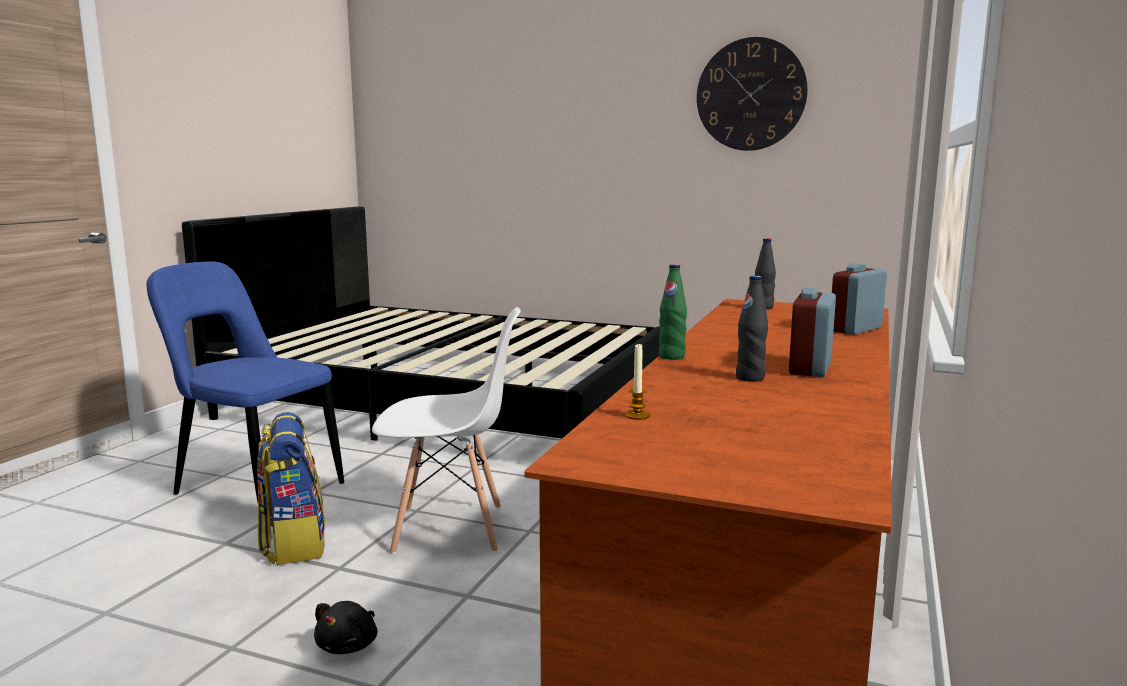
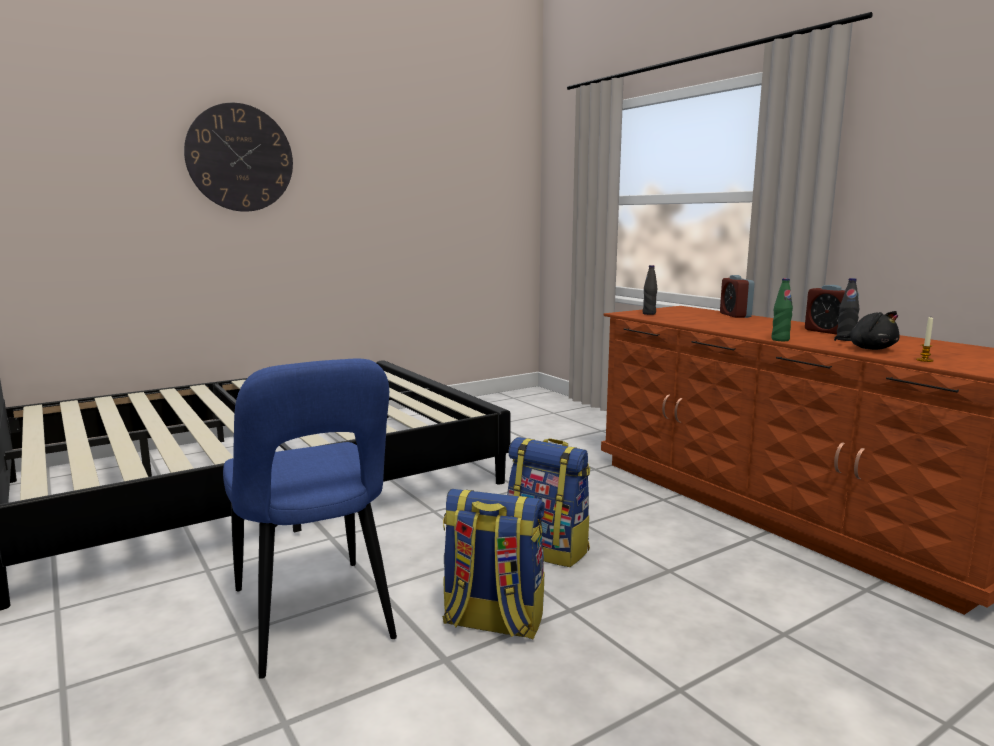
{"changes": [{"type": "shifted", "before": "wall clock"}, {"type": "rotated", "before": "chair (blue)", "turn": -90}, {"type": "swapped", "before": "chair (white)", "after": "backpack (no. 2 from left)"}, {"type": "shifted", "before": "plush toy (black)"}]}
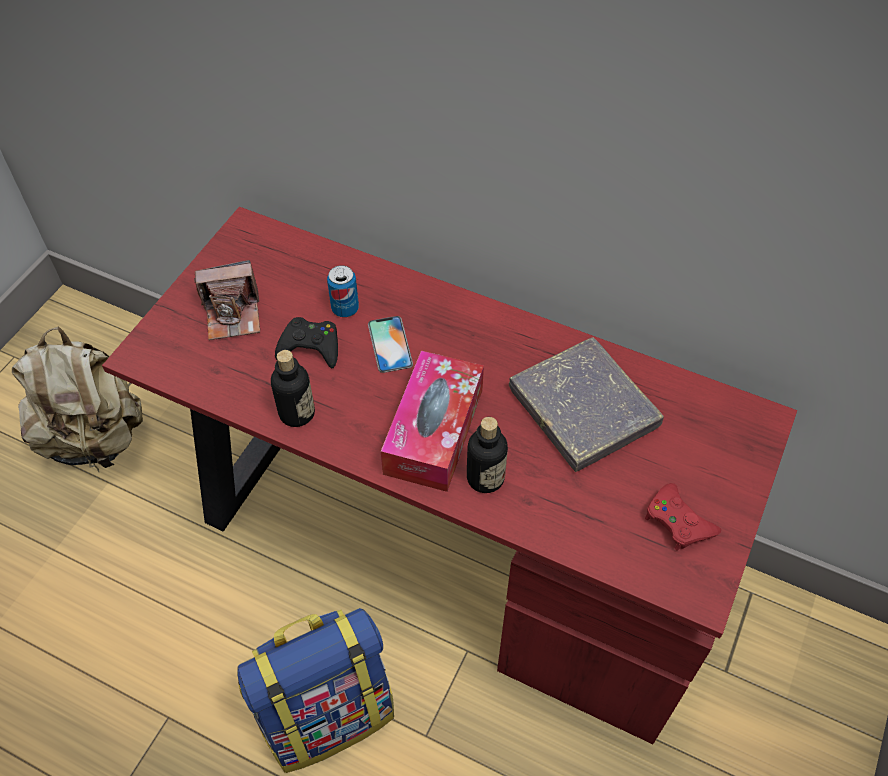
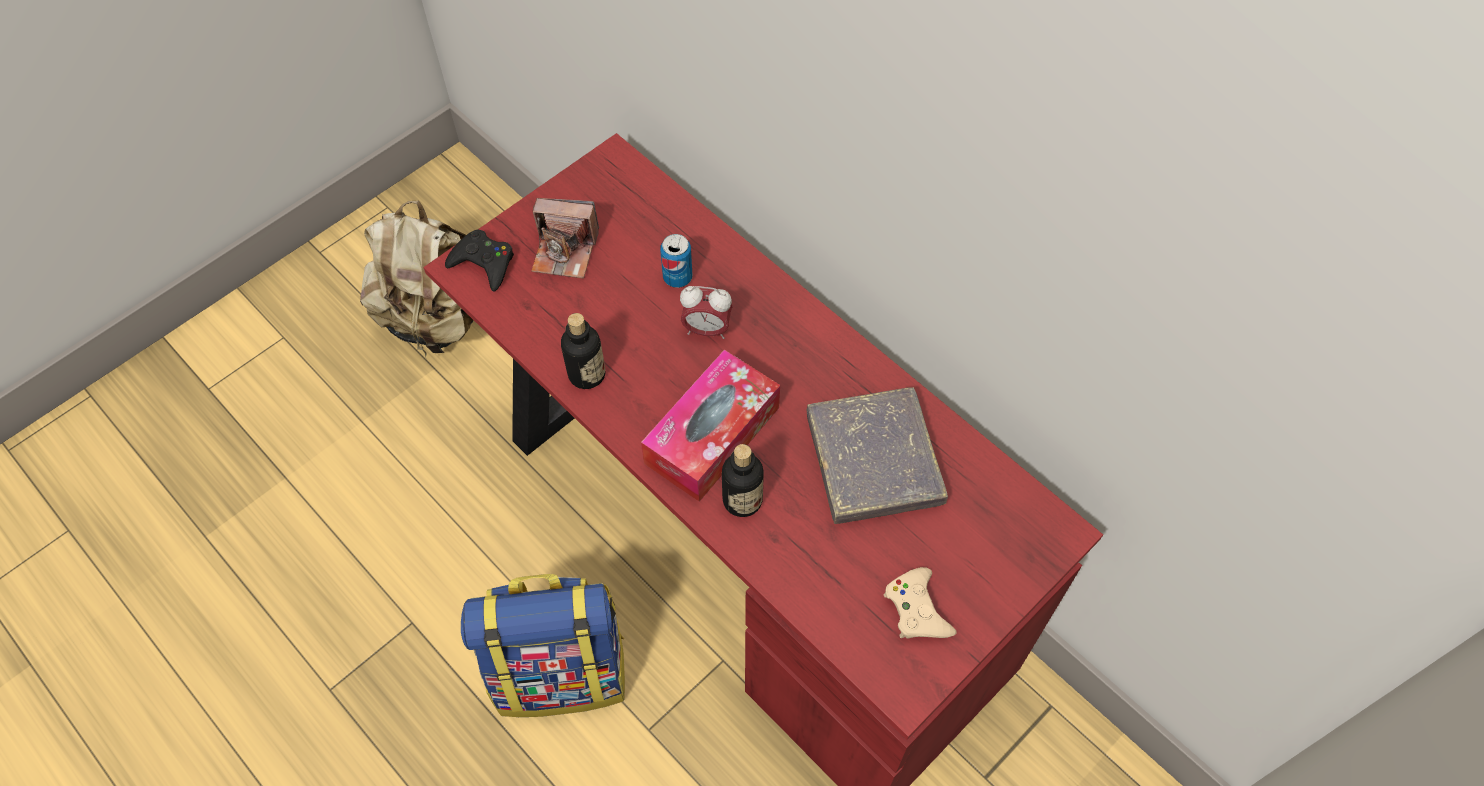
{"changes": [{"type": "swapped", "before": "phone", "after": "alarm clock"}, {"type": "shifted", "before": "game controller (black)"}, {"type": "repainted", "before": "game controller (red)", "after": "game controller (beige)"}]}
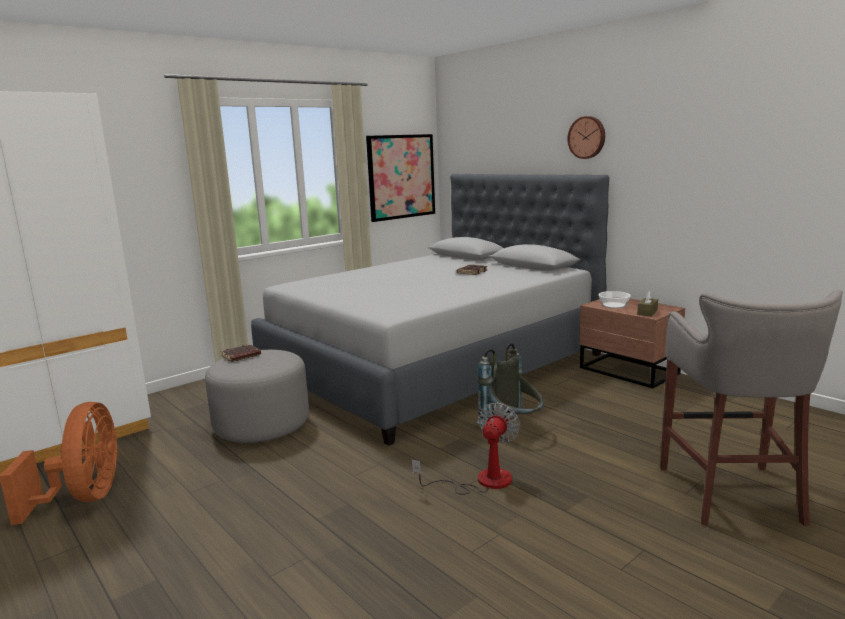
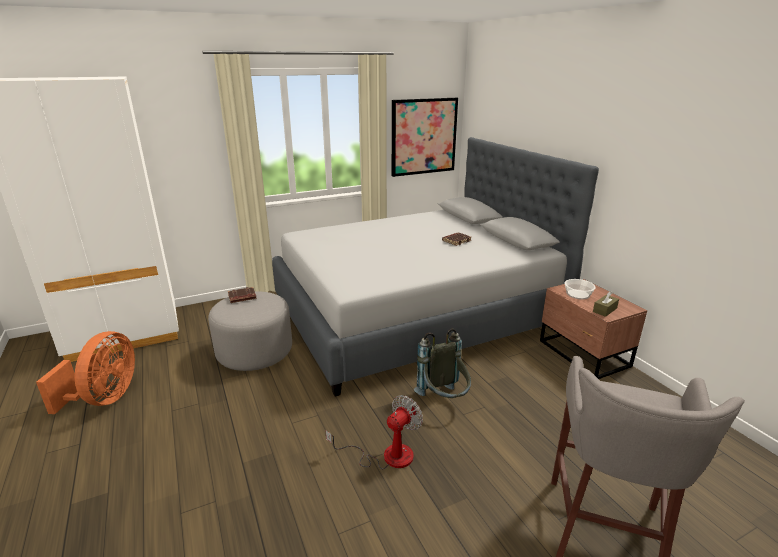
{"changes": [{"type": "gone", "before": "wall clock"}]}
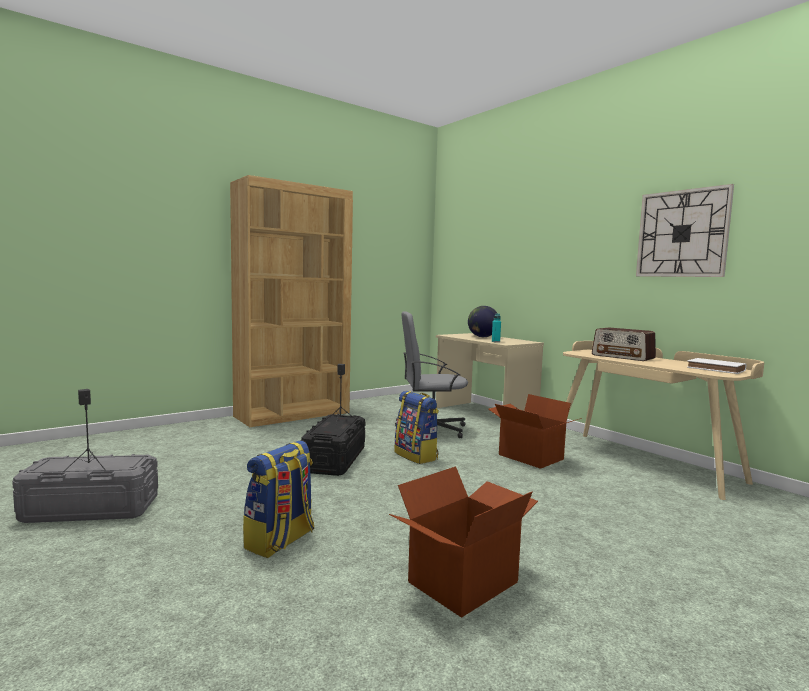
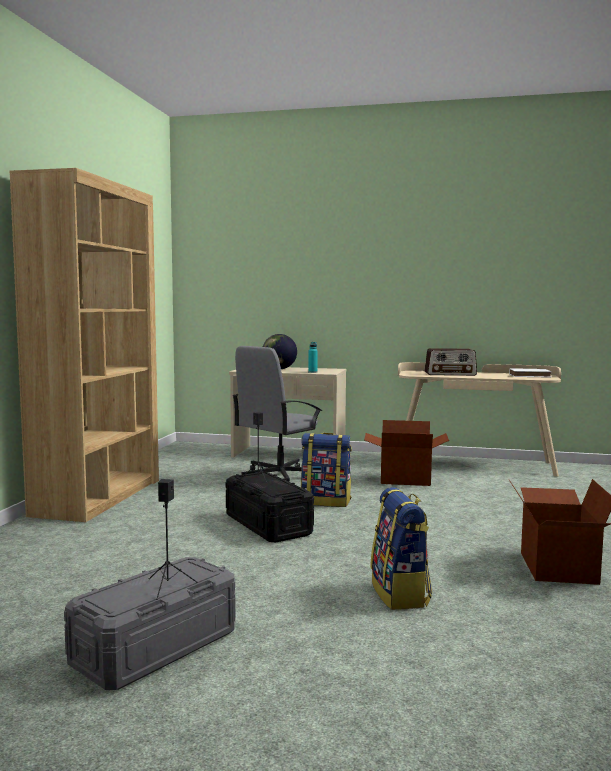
{"changes": [{"type": "gone", "before": "wall clock"}]}
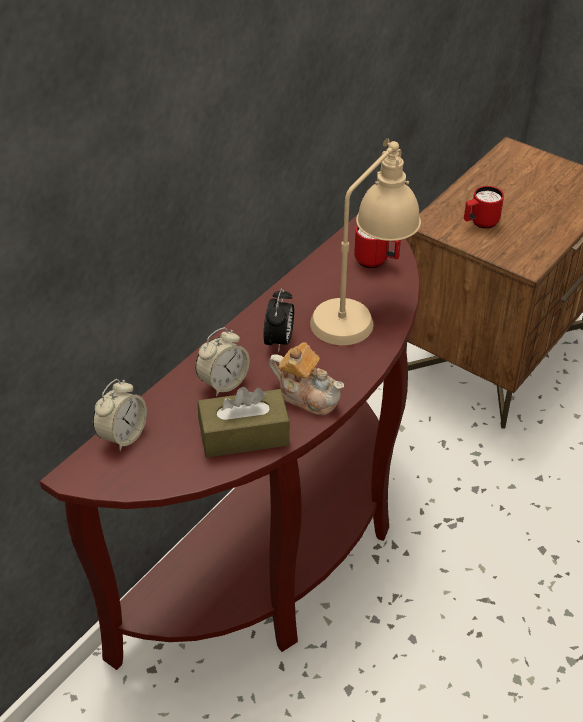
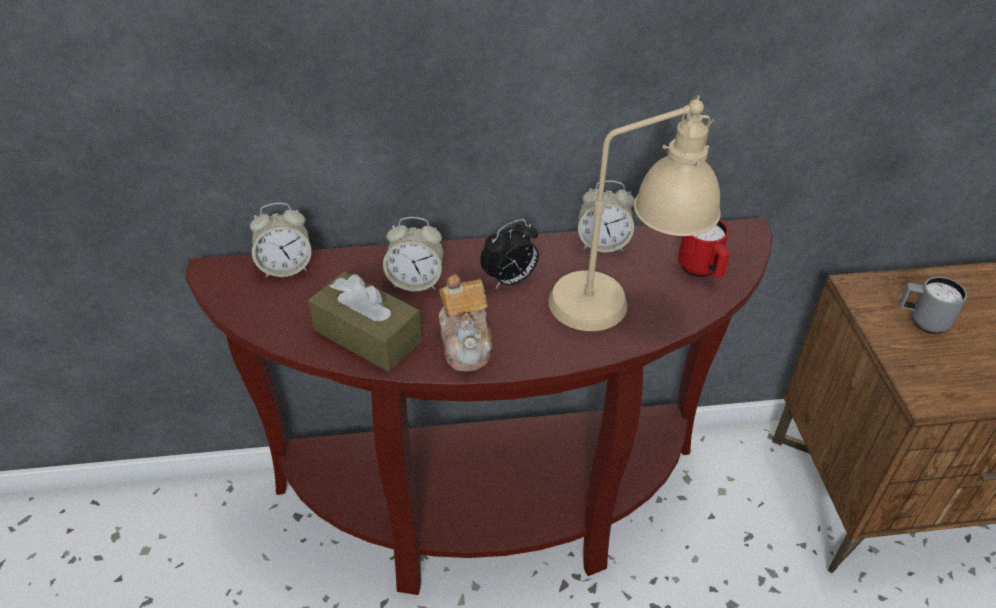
{"changes": [{"type": "repainted", "before": "mug (red) (no. 2 from left)", "after": "mug (grey)"}, {"type": "new", "after": "alarm clock (no. 4 from left)"}]}
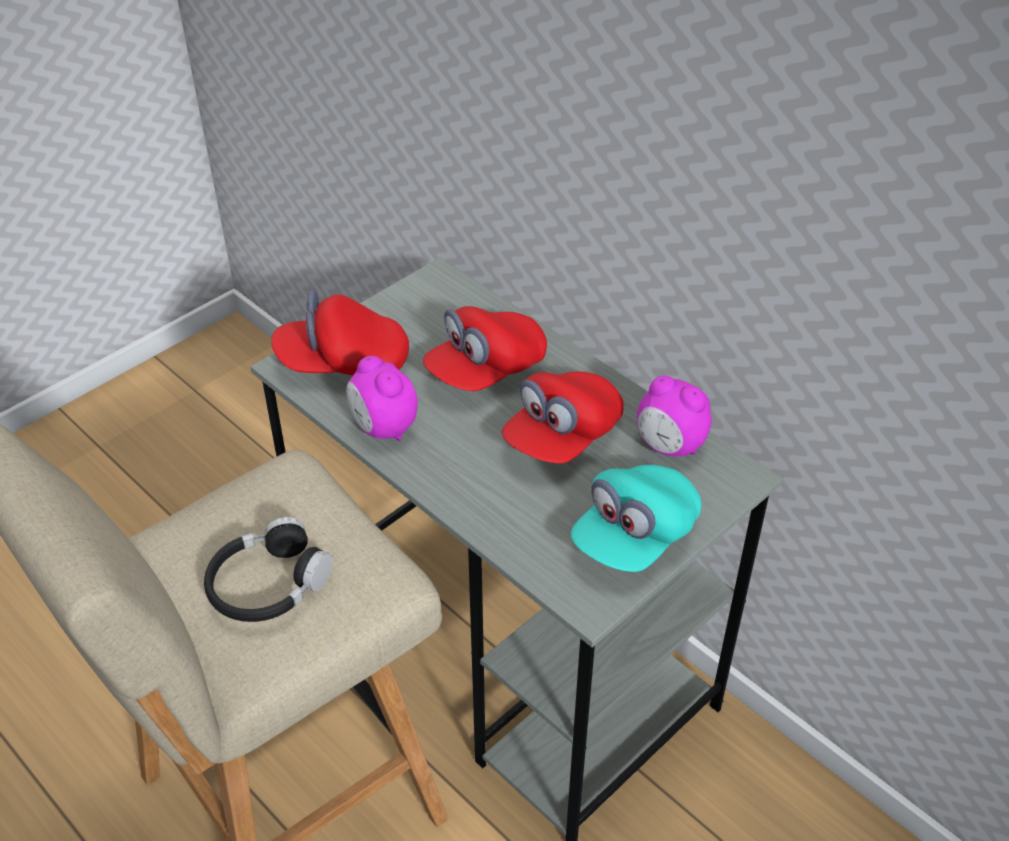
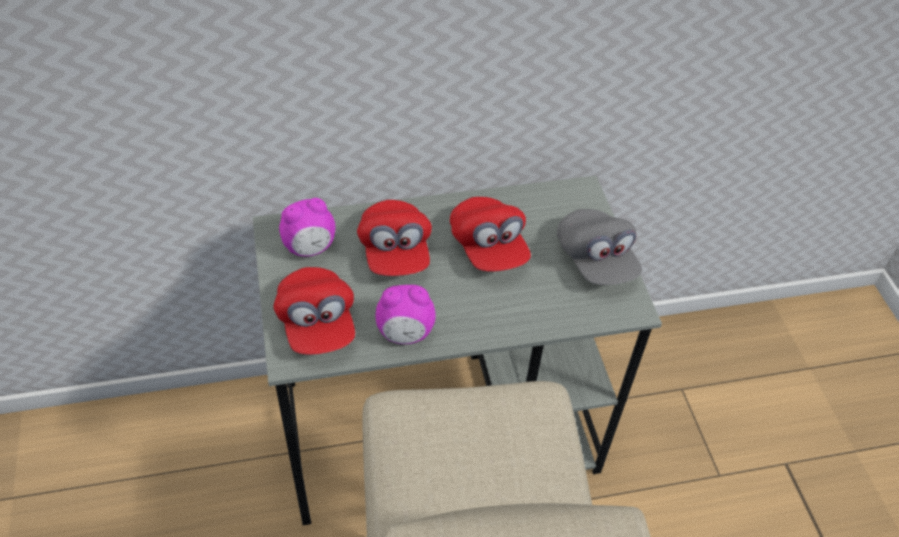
{"changes": [{"type": "rotated", "before": "cap (red) (no. 1 from left)", "turn": -45}, {"type": "shifted", "before": "alarm clock (no. 2 from left in the first image)", "after": "alarm clock (no. 1 from left)"}, {"type": "repainted", "before": "cap (turquoise)", "after": "cap (grey)"}, {"type": "gone", "before": "headphones (black)"}]}
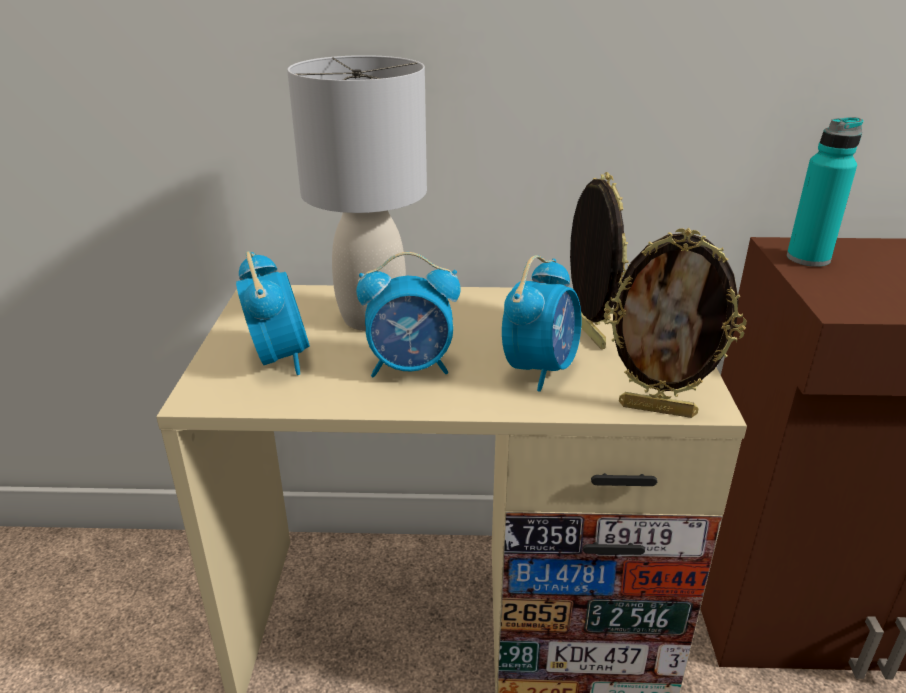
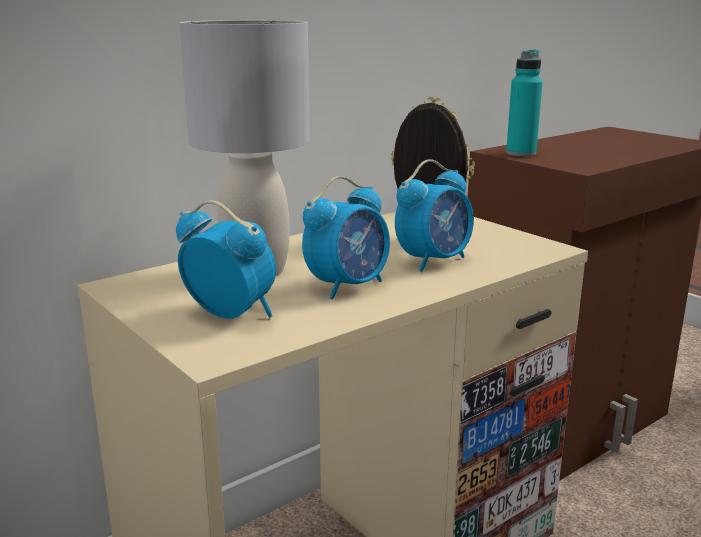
{"changes": [{"type": "gone", "before": "picture frame (no. 2 from left)"}, {"type": "rotated", "before": "alarm clock (no. 3 from left)", "turn": 60}]}
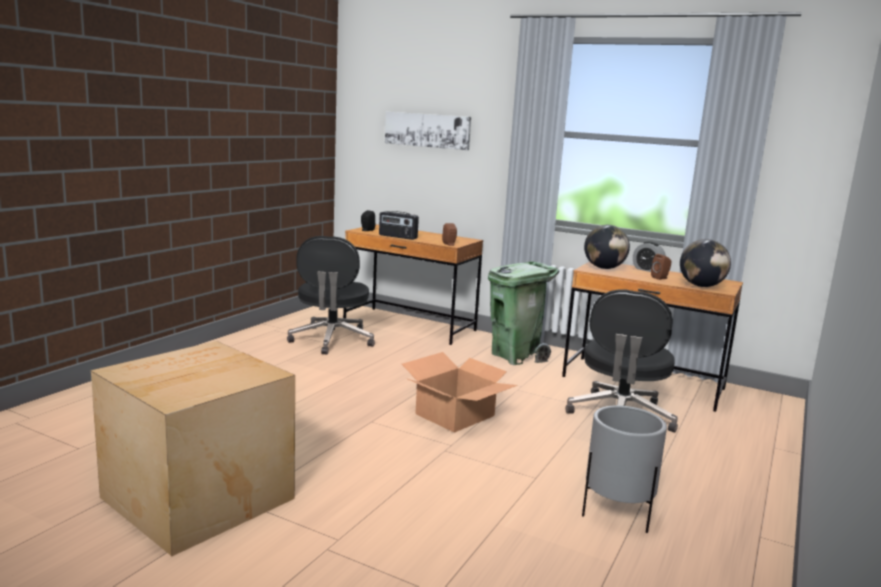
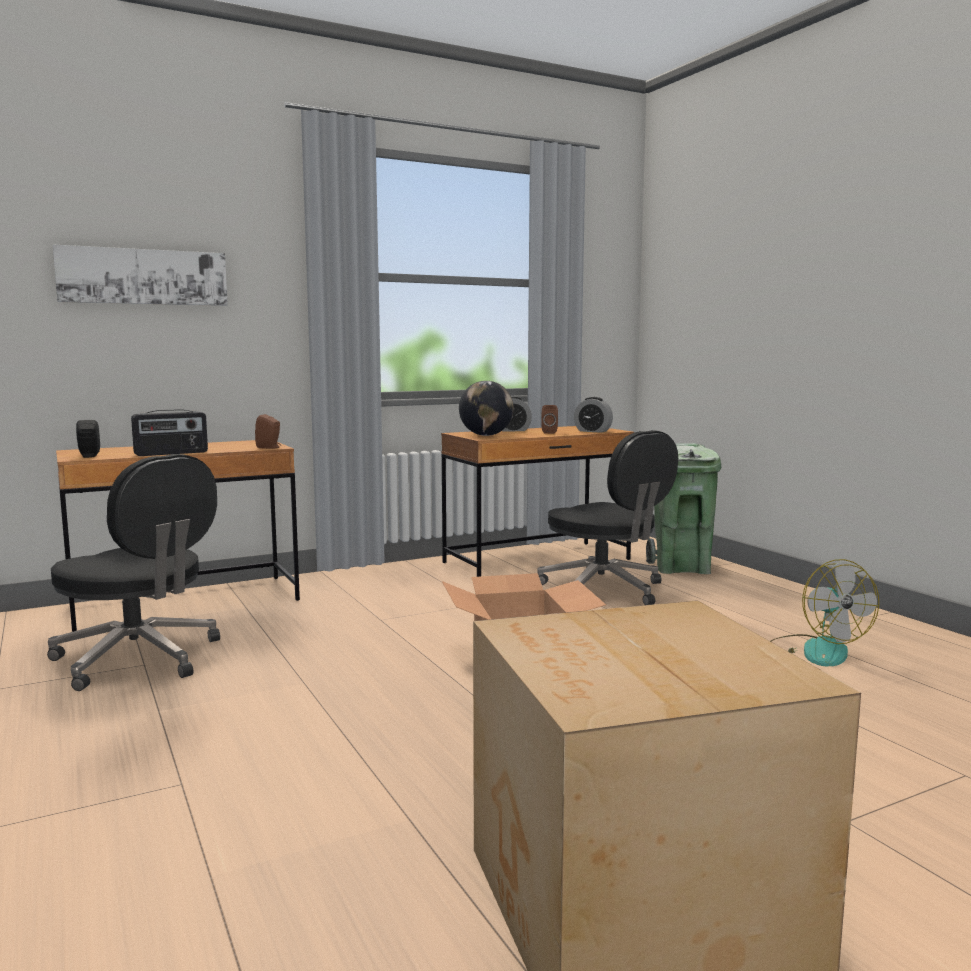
{"changes": [{"type": "swapped", "before": "globe (no. 2 from left)", "after": "alarm clock (no. 2 from left)"}, {"type": "shifted", "before": "trash can (green)"}, {"type": "swapped", "before": "planter (grey)", "after": "fan"}]}
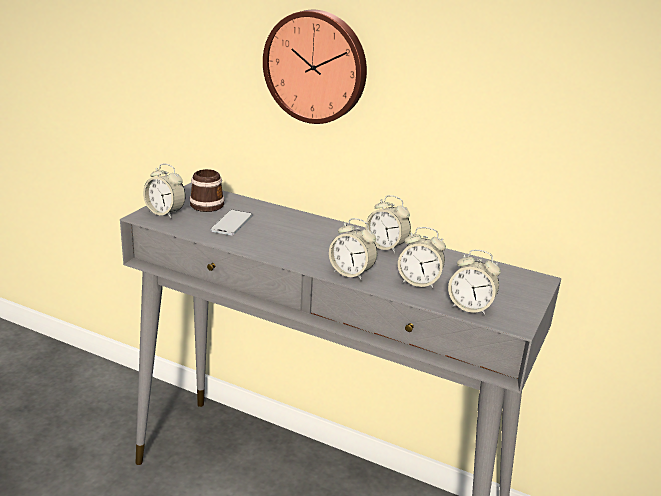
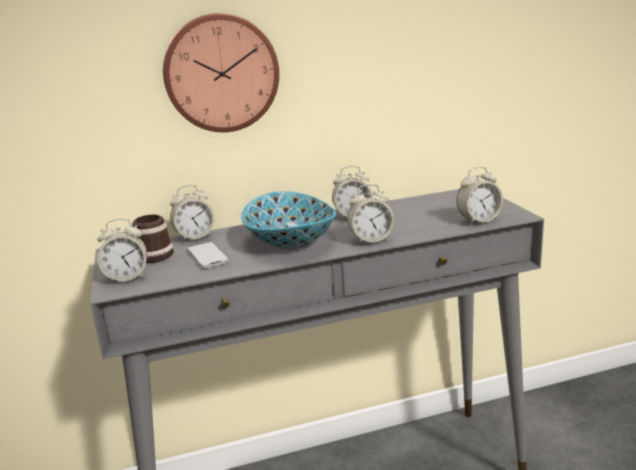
{"changes": [{"type": "shifted", "before": "alarm clock (no. 4 from left in the first image)", "after": "alarm clock (no. 2 from left)"}, {"type": "new", "after": "bowl"}]}
